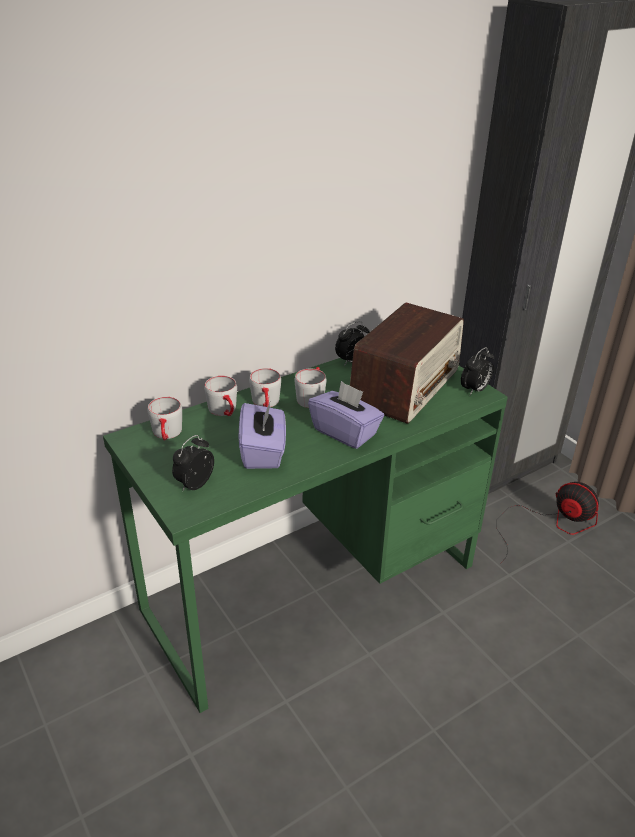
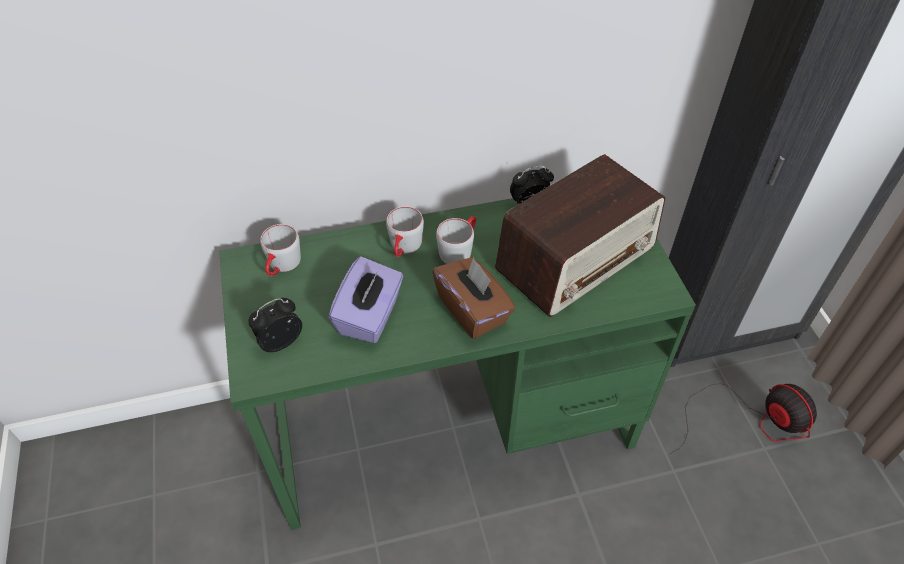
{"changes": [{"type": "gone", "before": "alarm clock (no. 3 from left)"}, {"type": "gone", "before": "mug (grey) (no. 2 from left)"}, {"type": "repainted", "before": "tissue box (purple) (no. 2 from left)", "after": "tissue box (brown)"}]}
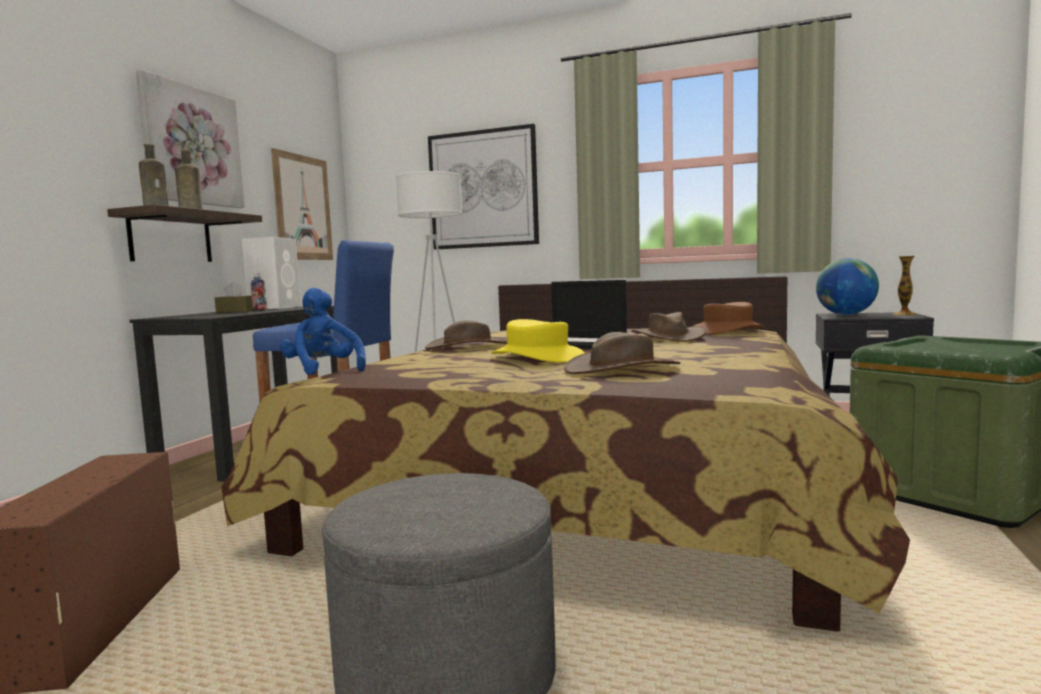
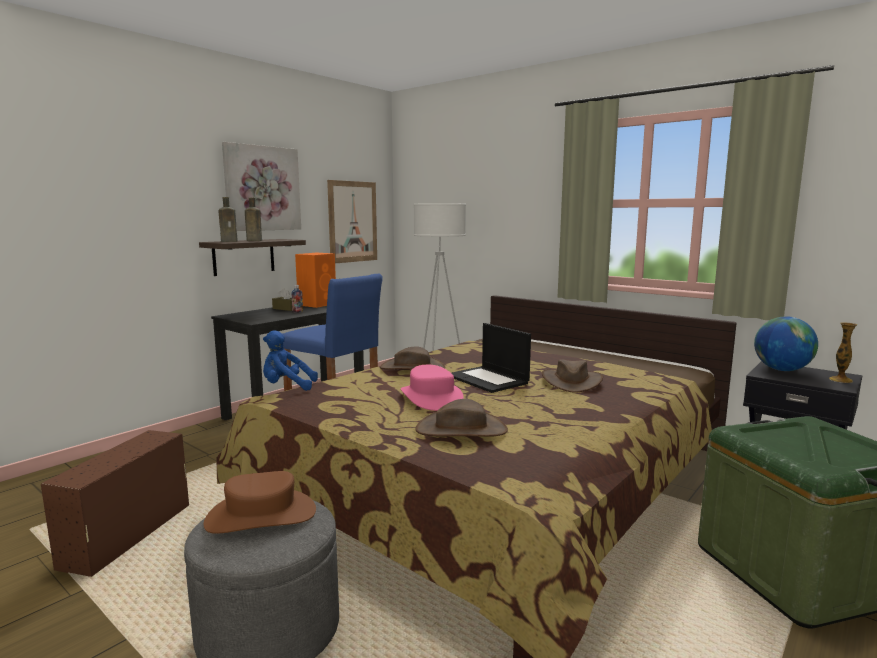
{"changes": [{"type": "gone", "before": "picture (no. 3 from left)"}, {"type": "repainted", "before": "speaker (white)", "after": "speaker (orange)"}, {"type": "rotated", "before": "plush toy (blue)", "turn": -75}, {"type": "shifted", "before": "hat (brown) (no. 4 from left in the first image)", "after": "hat (brown) (no. 1 from left)"}, {"type": "repainted", "before": "hat (yellow)", "after": "hat (pink)"}]}
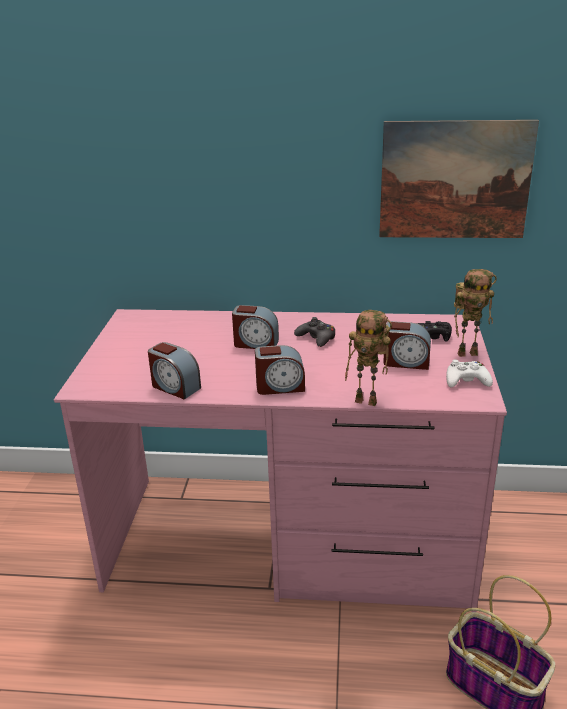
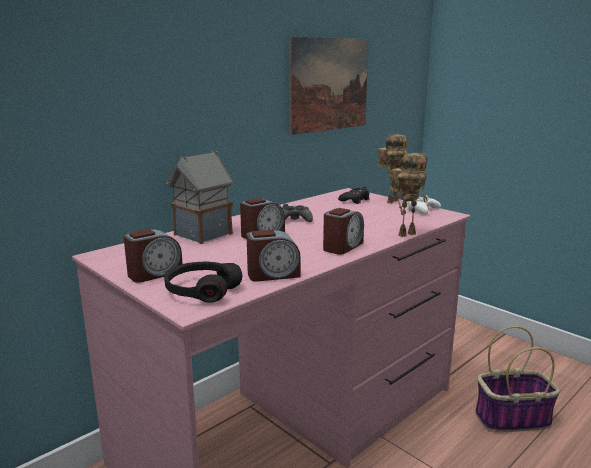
{"changes": [{"type": "shifted", "before": "alarm clock (no. 4 from left in the first image)", "after": "alarm clock (no. 1 from left)"}, {"type": "new", "after": "toy house"}, {"type": "new", "after": "headphones (black)"}]}
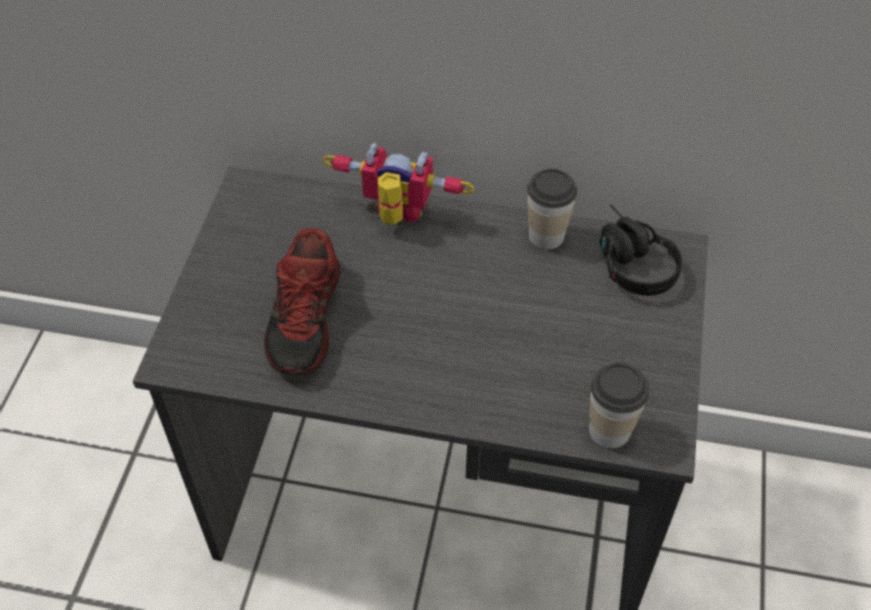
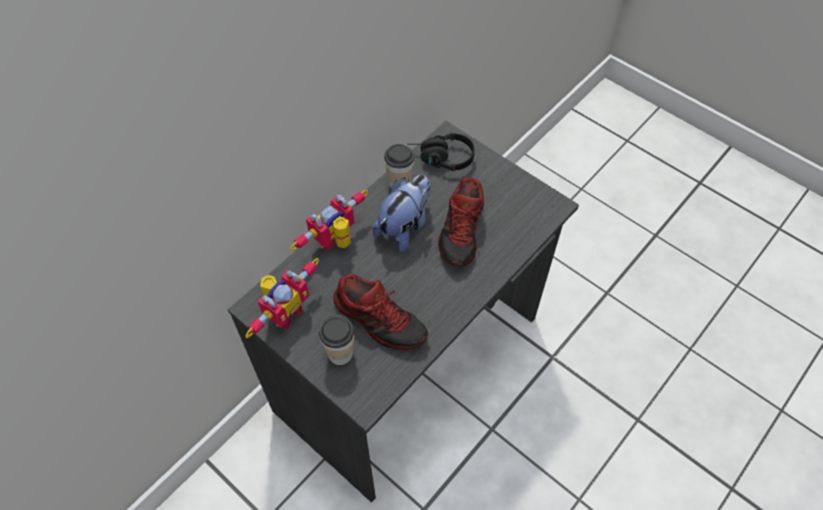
{"changes": [{"type": "shifted", "before": "cup (no. 2 from left in the first image)", "after": "cup (no. 1 from left)"}, {"type": "new", "after": "plush toy"}, {"type": "new", "after": "shoe (no. 2 from left)"}, {"type": "new", "after": "toy robot (no. 1 from left)"}]}
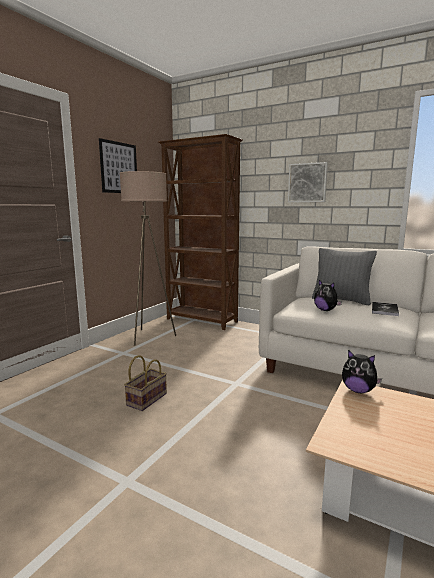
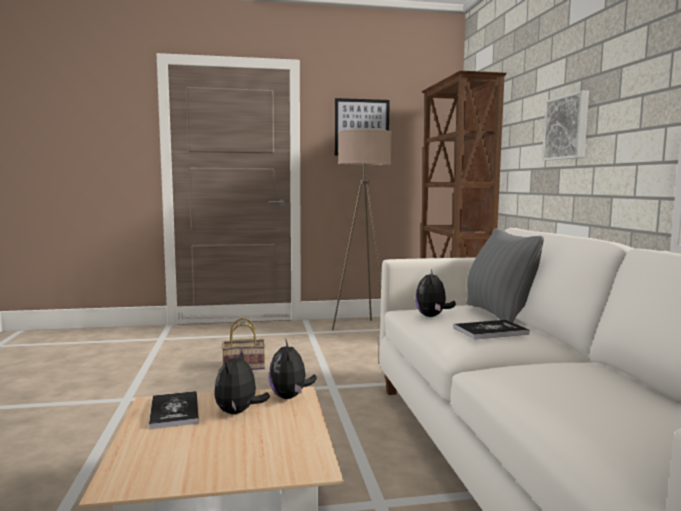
{"changes": [{"type": "new", "after": "plush toy (no. 1 from left)"}, {"type": "new", "after": "book (no. 1 from left)"}]}
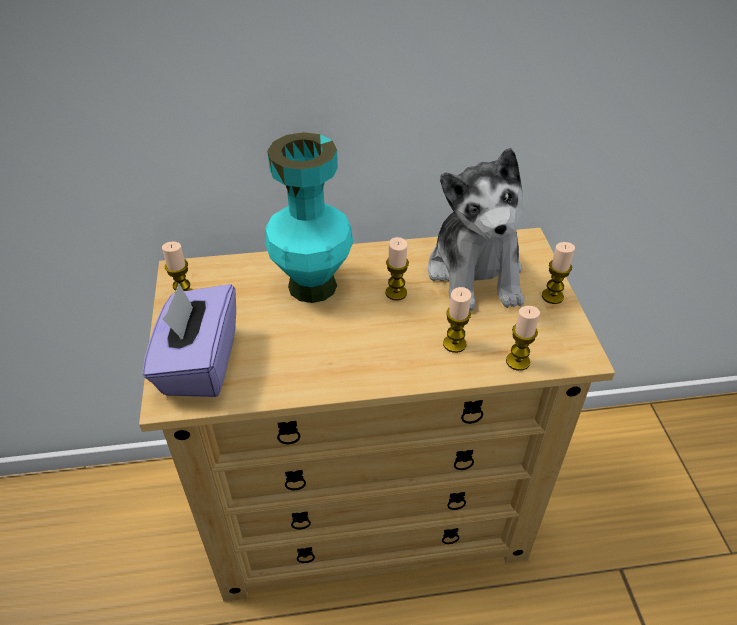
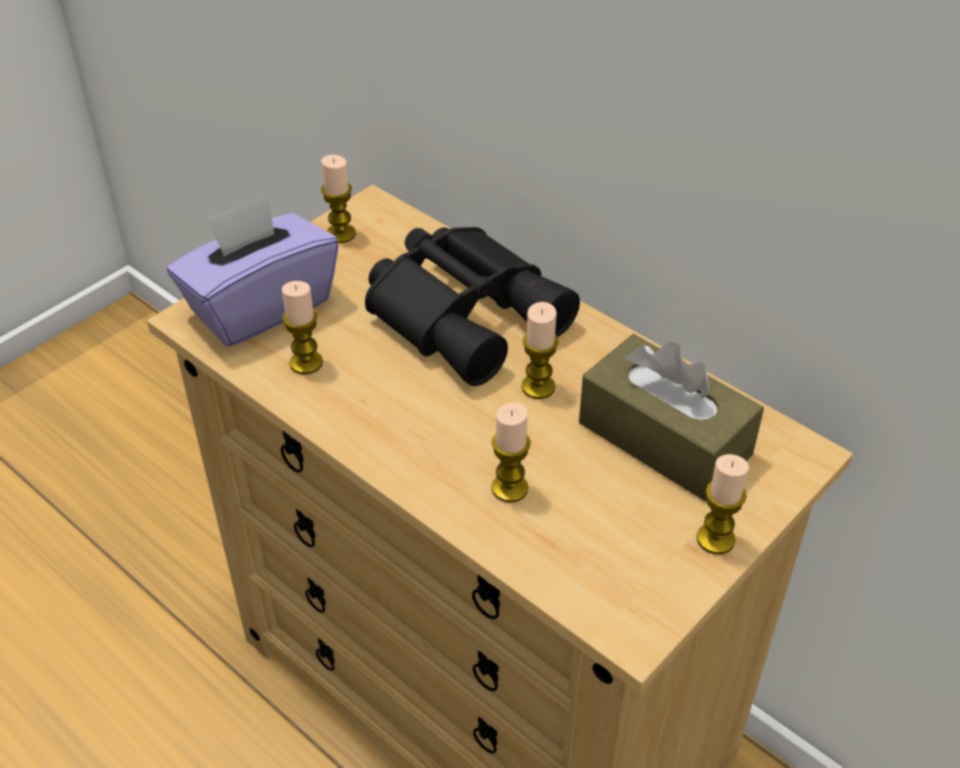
{"changes": [{"type": "swapped", "before": "vase (turquoise)", "after": "binoculars (black)"}, {"type": "swapped", "before": "plush toy", "after": "tissue box (brown)"}, {"type": "shifted", "before": "candle (no. 4 from left in the first image)", "after": "candle (no. 1 from left)"}]}
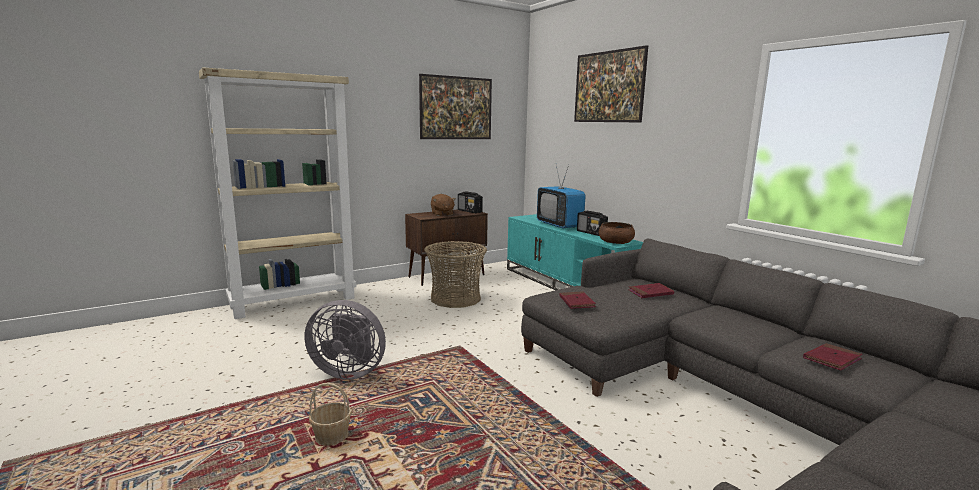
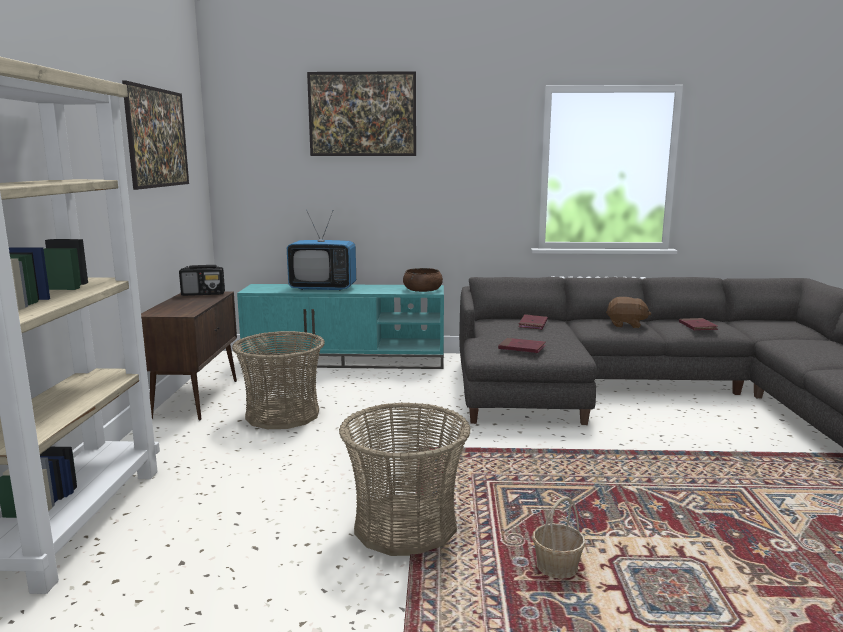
{"changes": [{"type": "shifted", "before": "plush toy (brown)"}, {"type": "gone", "before": "radio (no. 2 from left)"}, {"type": "swapped", "before": "fan (grey)", "after": "basket (no. 2 from left)"}]}
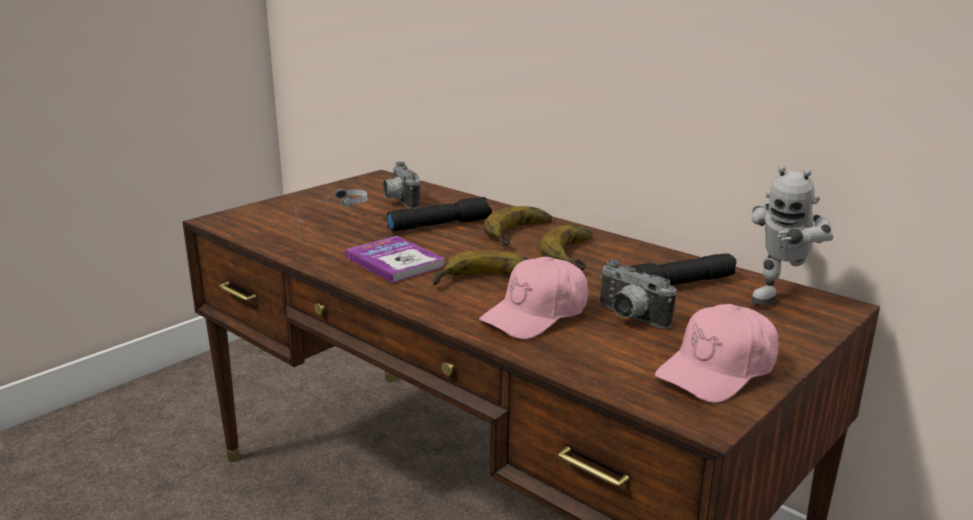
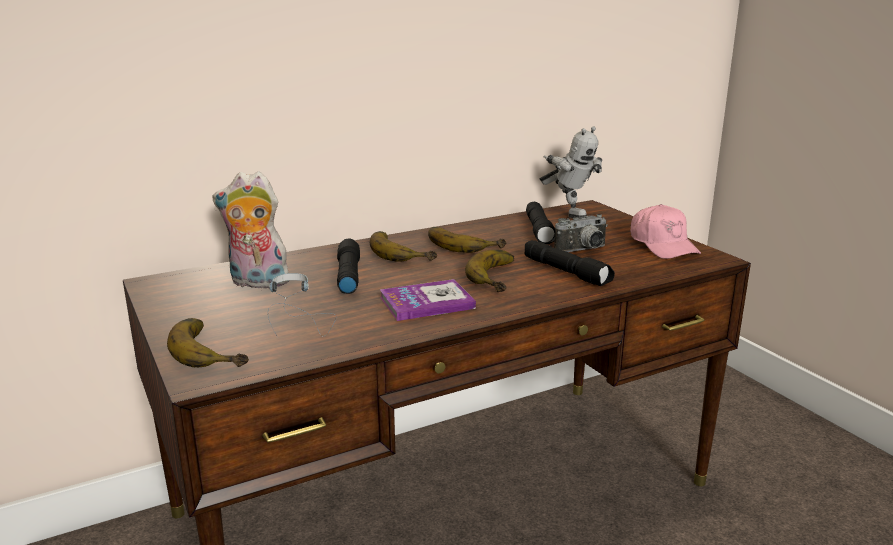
{"changes": [{"type": "swapped", "before": "photo camera (no. 1 from left)", "after": "plush toy"}, {"type": "swapped", "before": "cap (pink) (no. 1 from left)", "after": "flashlight (black) (no. 3 from left)"}, {"type": "new", "after": "banana (no. 1 from left)"}]}
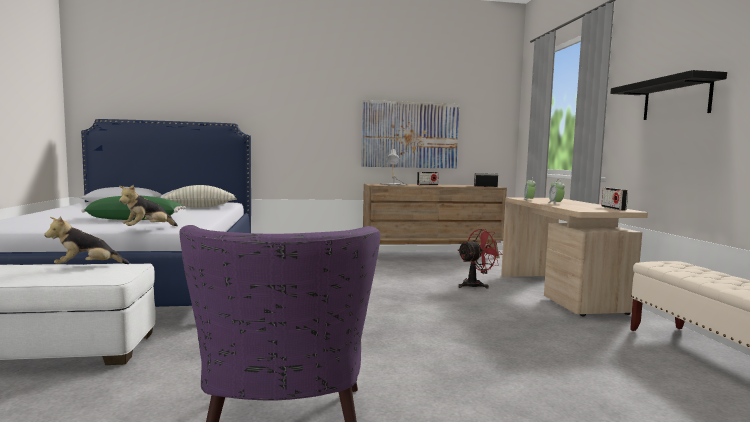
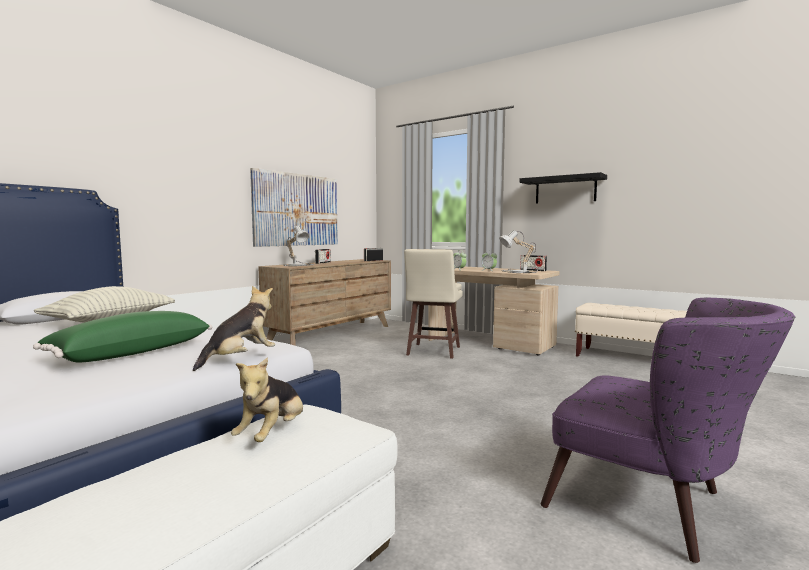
{"changes": [{"type": "rotated", "before": "plush toy (no. 2 from left in the first image)", "turn": -135}, {"type": "swapped", "before": "fan (red)", "after": "stool (beige)"}, {"type": "new", "after": "table lamp (no. 2 from left)"}]}
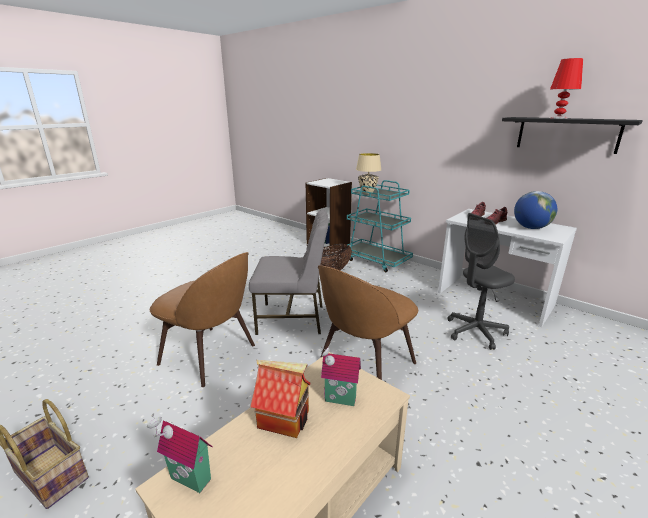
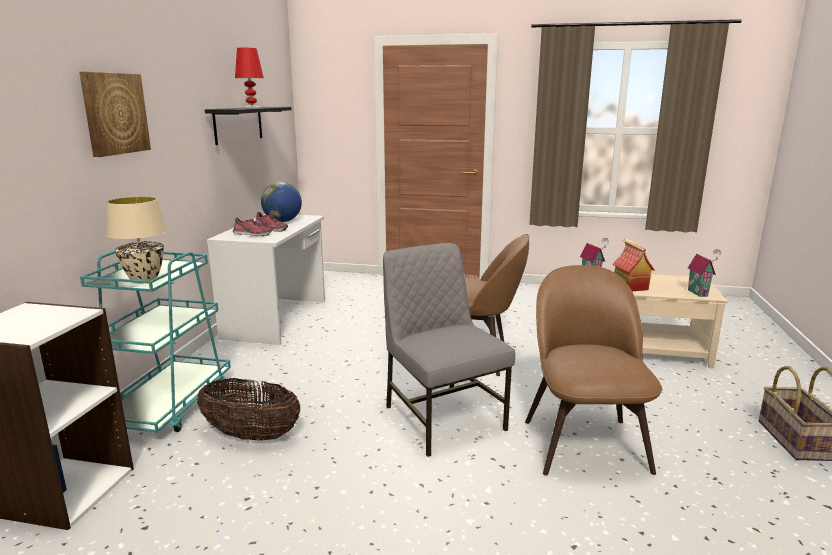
{"changes": [{"type": "gone", "before": "office chair (grey)"}, {"type": "new", "after": "picture"}]}
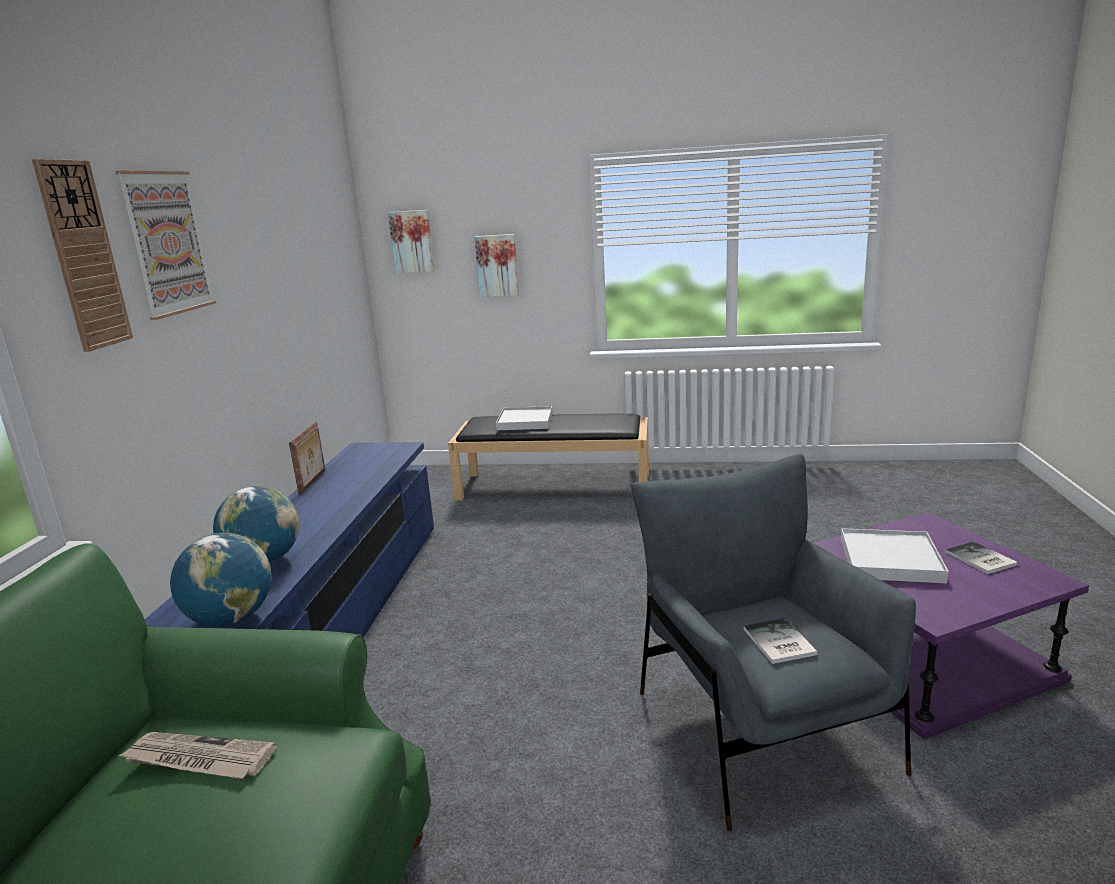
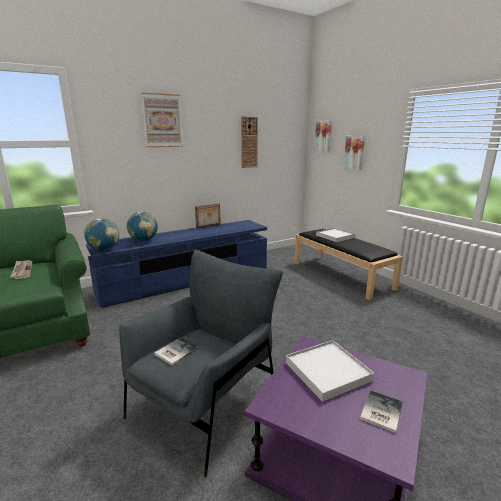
{"changes": [{"type": "shifted", "before": "wall clock"}]}
